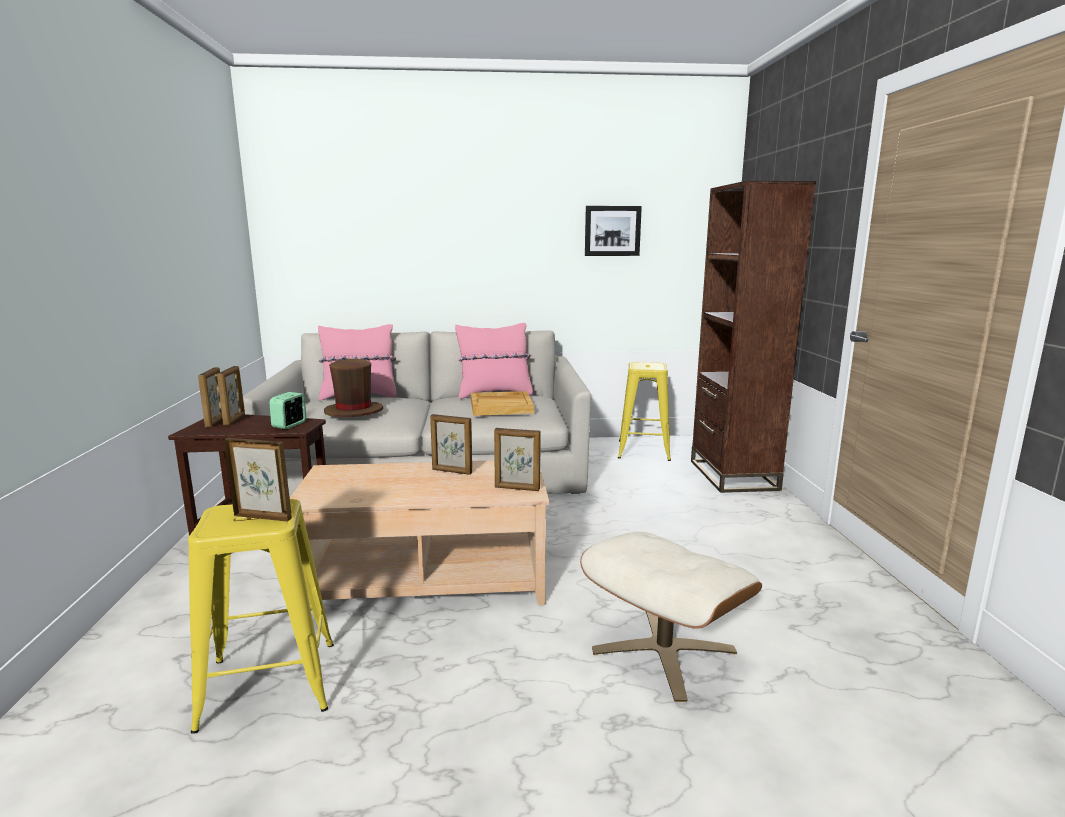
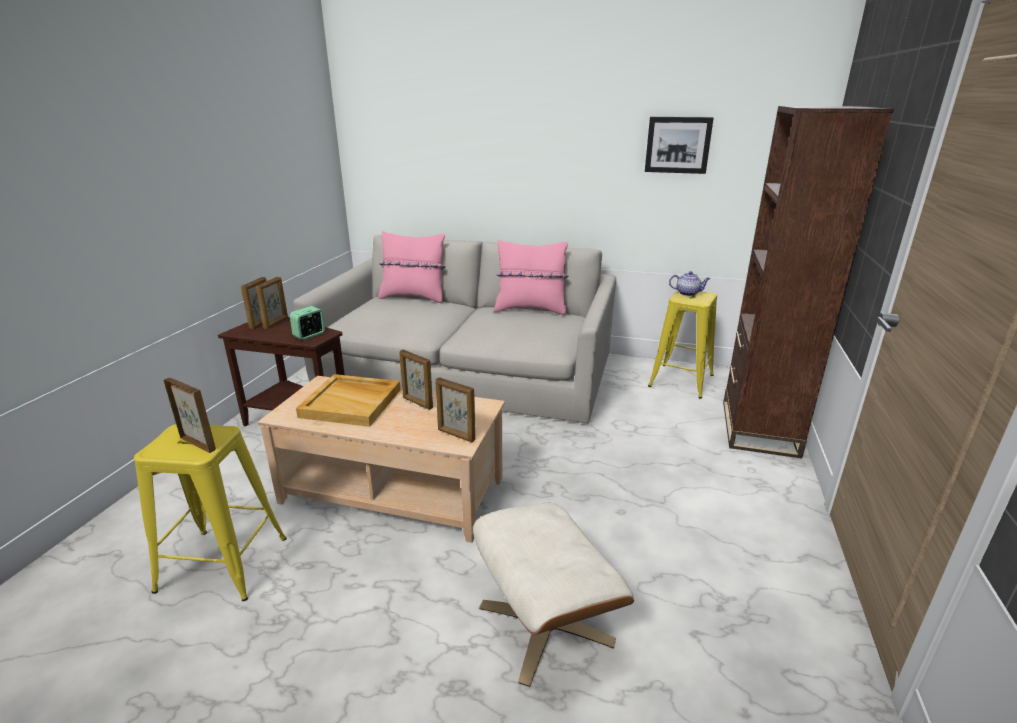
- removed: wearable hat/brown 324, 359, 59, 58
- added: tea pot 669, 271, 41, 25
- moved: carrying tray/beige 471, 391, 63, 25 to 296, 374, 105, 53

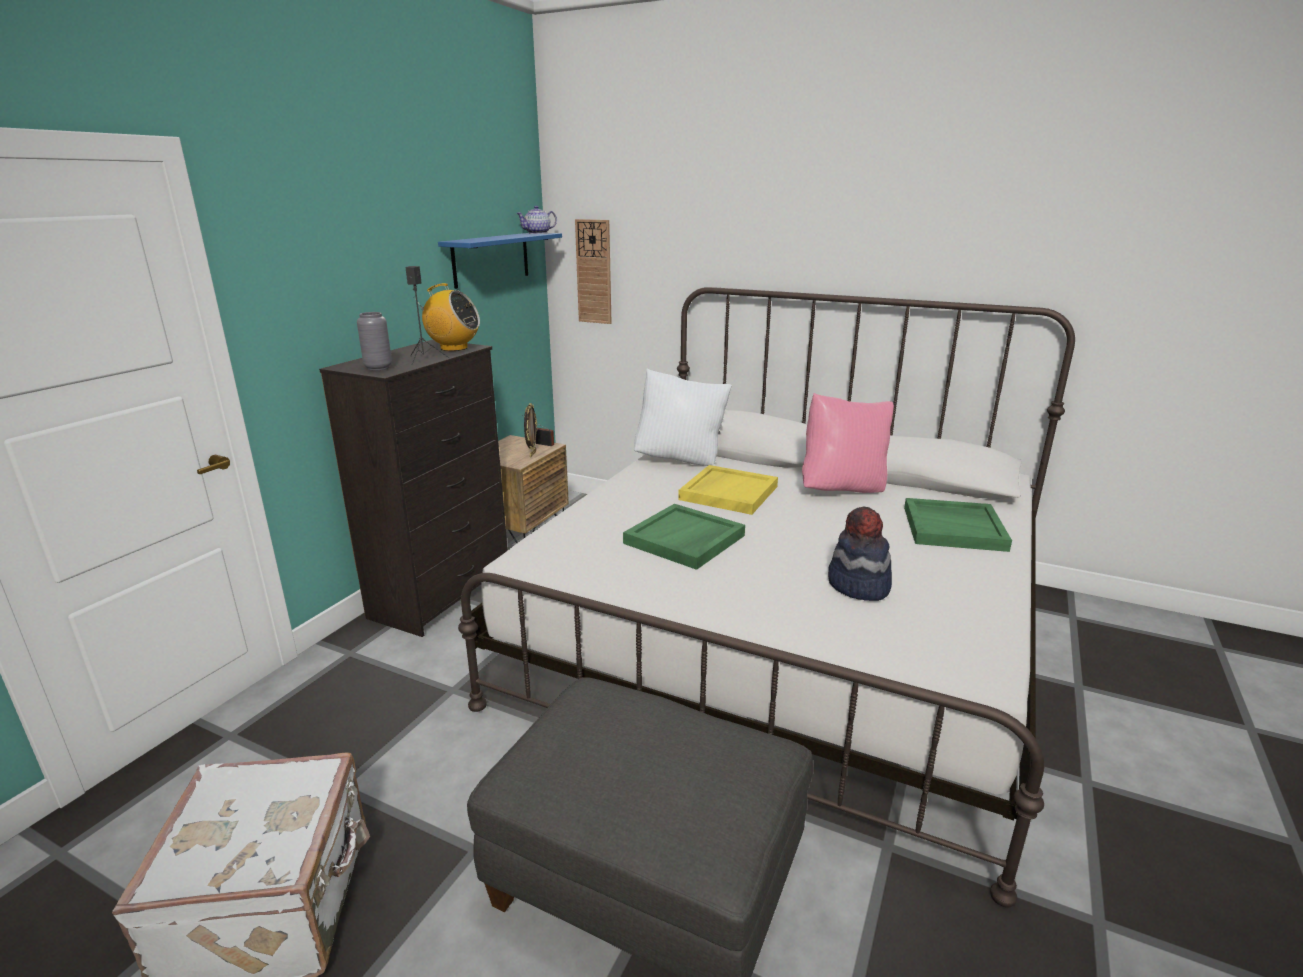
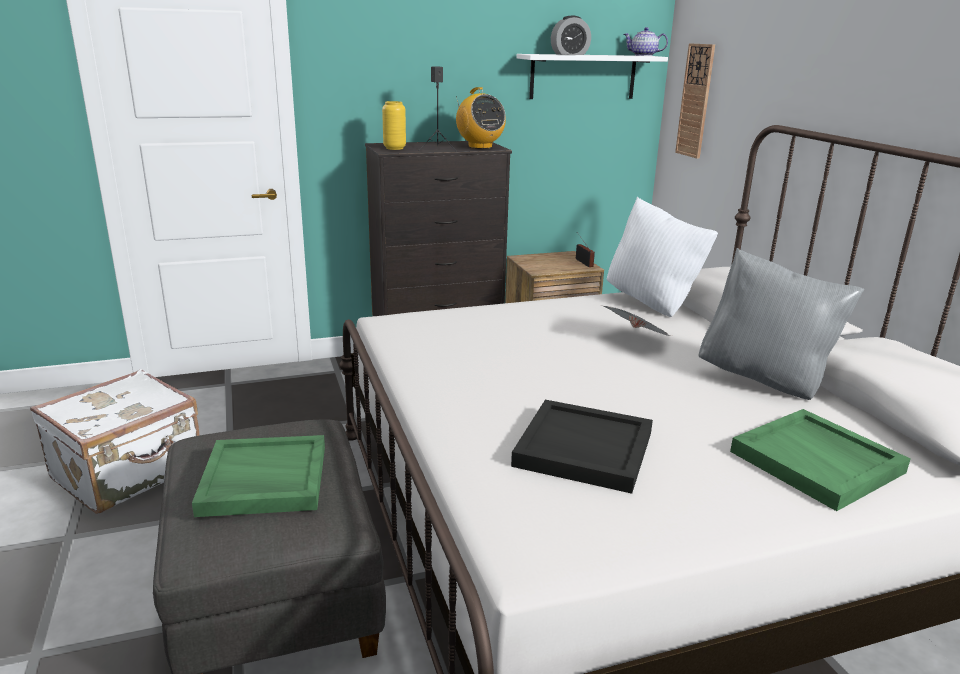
- removed: picture frame 524, 403, 13, 54
- added: alarm clock 551, 16, 40, 39
- moved: carrying tray/greenish 623, 504, 122, 66 to 192, 435, 133, 82
- replaced: carrying tray/yellow 678, 465, 100, 50 to daily paper 603, 306, 69, 30
- replaced: wearable hat 828, 507, 64, 94 to carrying tray/blackish 511, 400, 142, 94
- recoloured: flower vase/grey 357, 312, 35, 58 to flower vase/yellow 382, 101, 24, 49
- recoloured: bracket shelf/bluish 438, 233, 124, 56 to bracket shelf/white 516, 54, 152, 45
- recoloured: pillow/pink-coloured 802, 393, 92, 100 to pillow/grey 698, 248, 166, 152

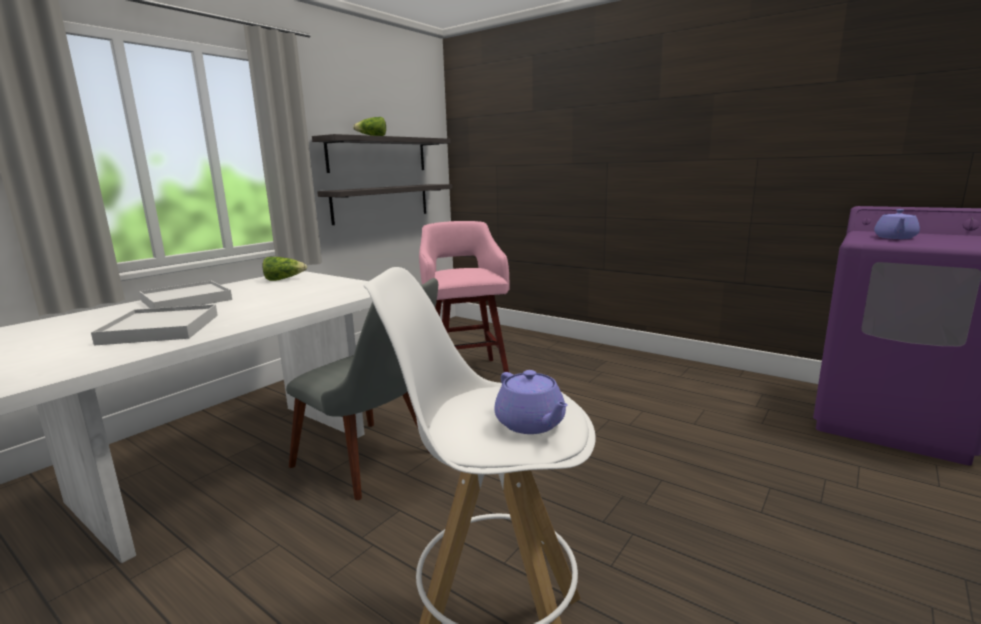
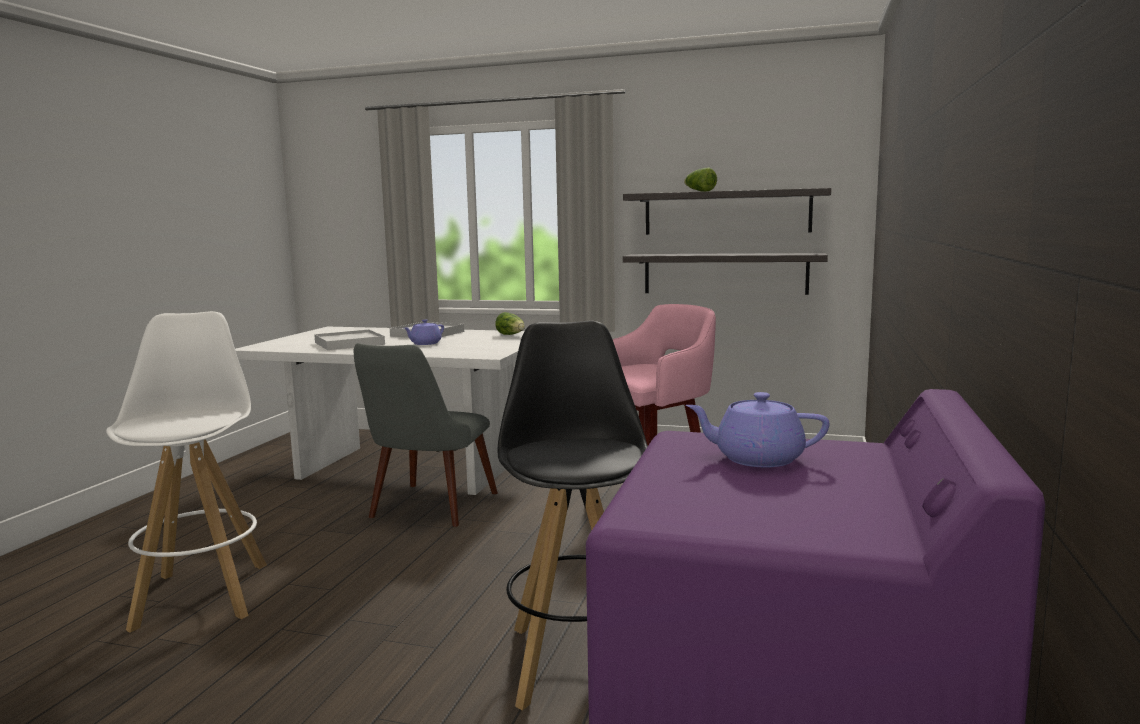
- added: stool/blackish 498, 321, 150, 390
- moved: tea pot/purple-coloured 494, 370, 74, 64 to 404, 319, 40, 26

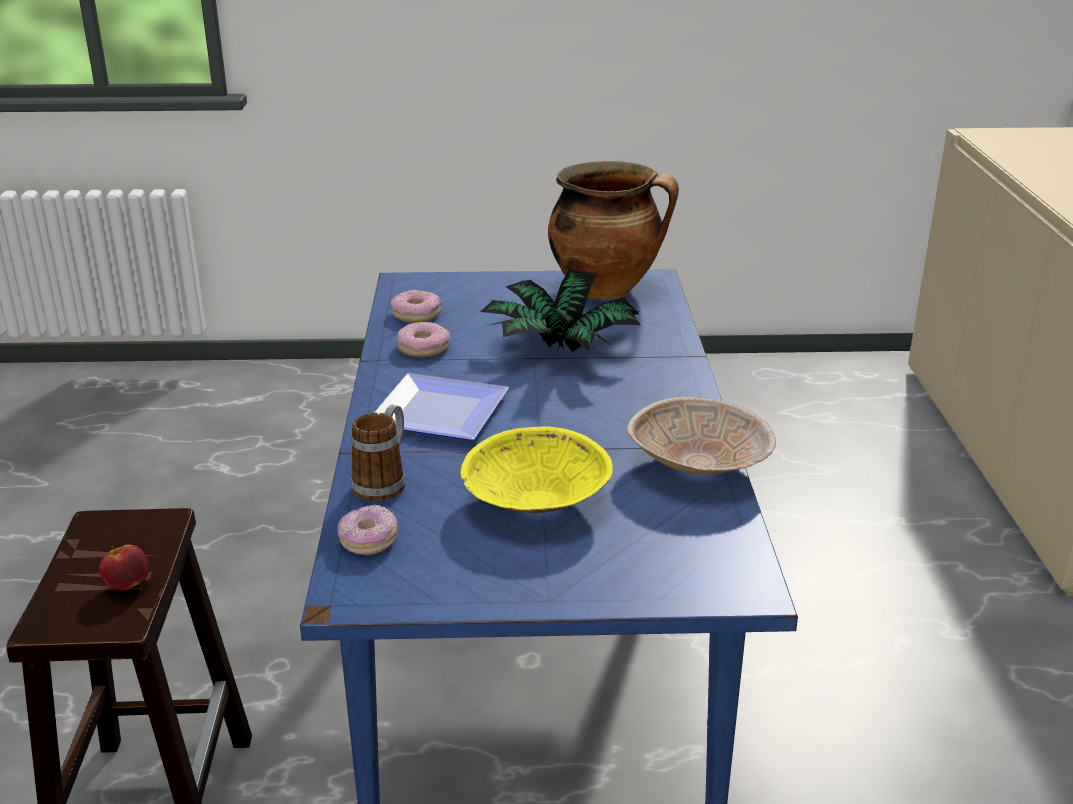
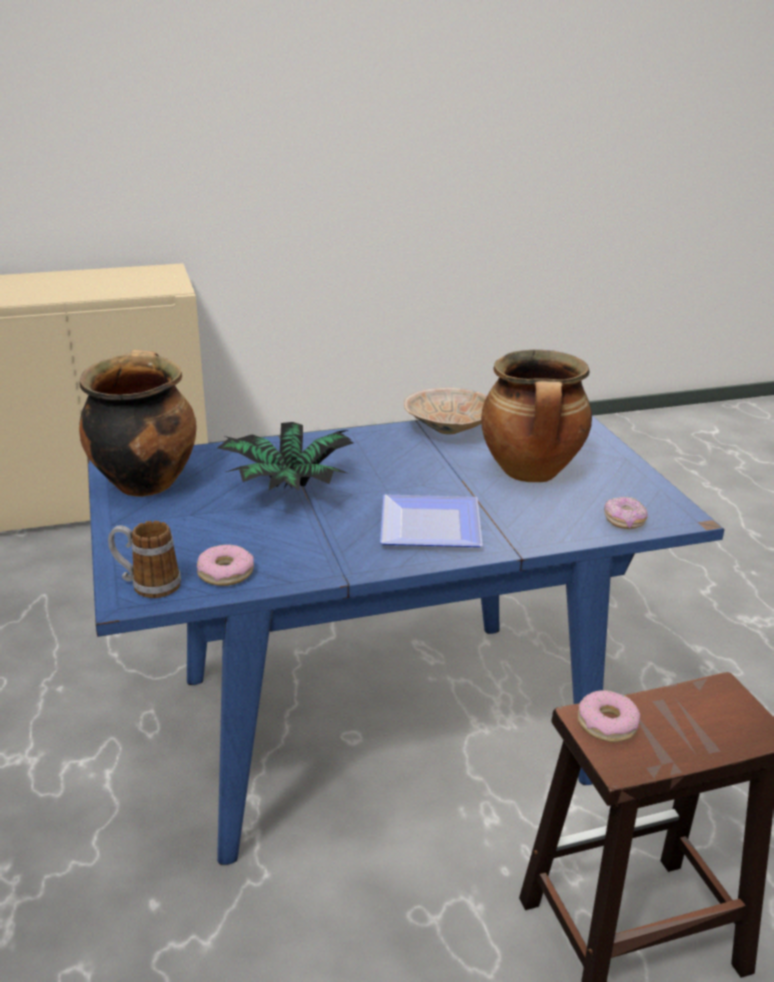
- removed: whole apple 99, 545, 50, 45
- moved: mug 351, 405, 54, 96 to 108, 521, 73, 77
- moved: ring doughnut 397, 322, 53, 35 to 578, 690, 62, 52
- replaced: deep dish/yellow 460, 426, 153, 87 to stockpot 481, 350, 111, 132

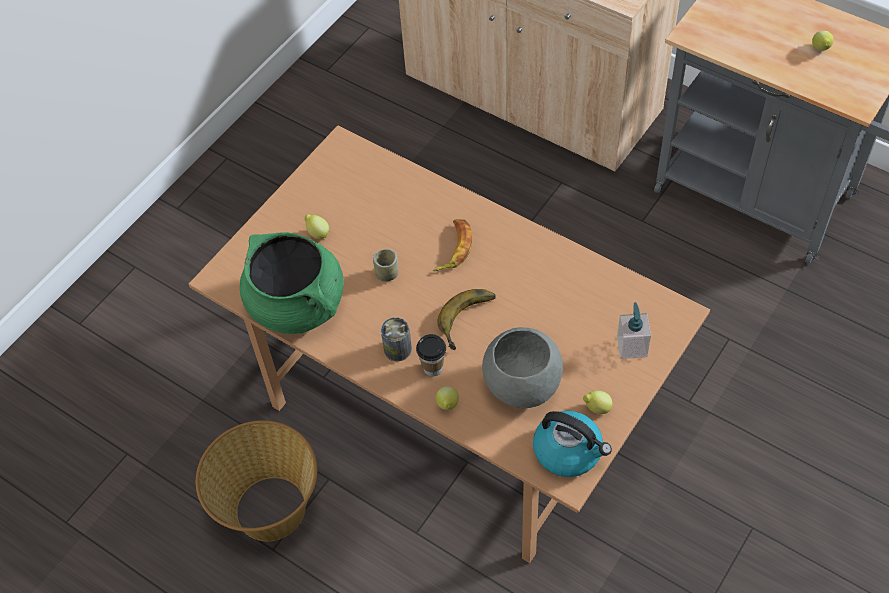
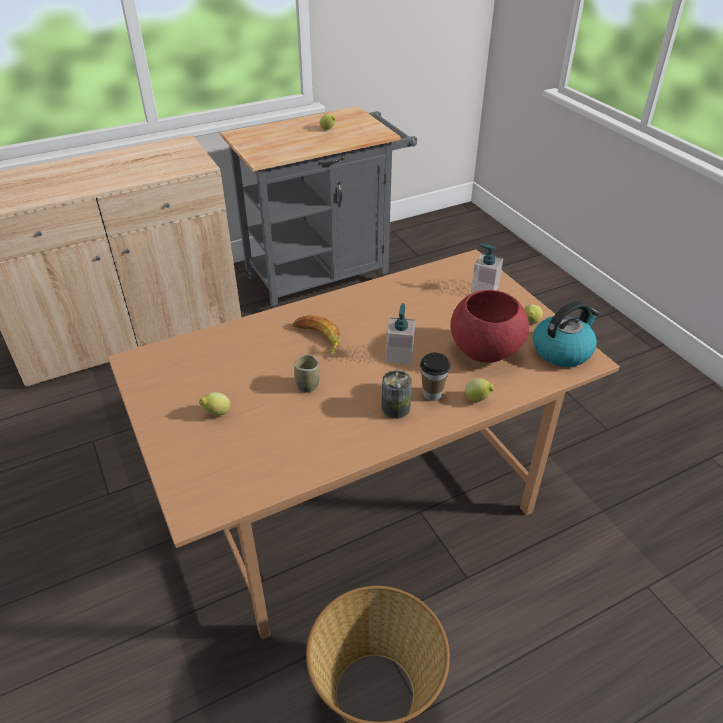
- removed: stockpot/greenish 240, 232, 104, 102
- replaced: banana fruit 437, 289, 59, 61 to soap dispenser 386, 303, 29, 62
- recoloured: deep dish/grey 482, 327, 81, 81 to deep dish/red-coloured 450, 290, 79, 73

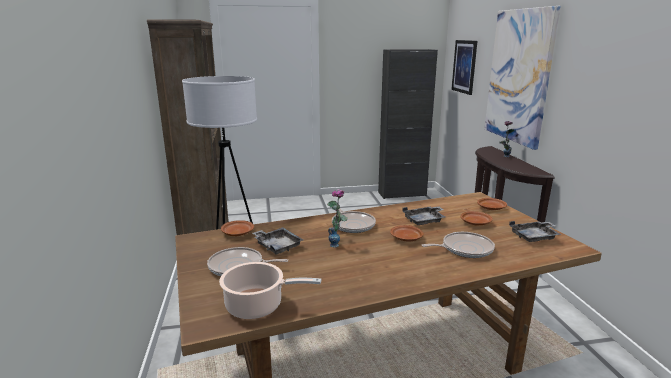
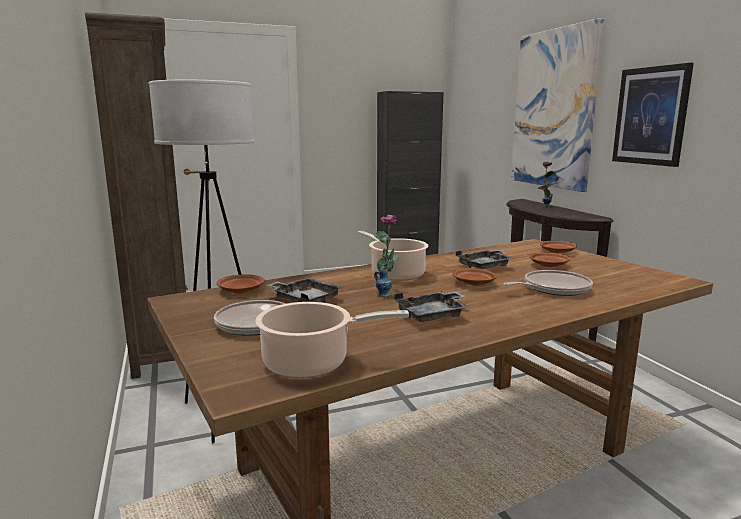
- moved: wall picture 451, 40, 26, 55 to 612, 63, 82, 104
- moved: carrying tray/grey 509, 221, 52, 21 to 394, 291, 75, 31
- replaced: frying pan 332, 208, 44, 25 to stockpot 357, 231, 71, 50

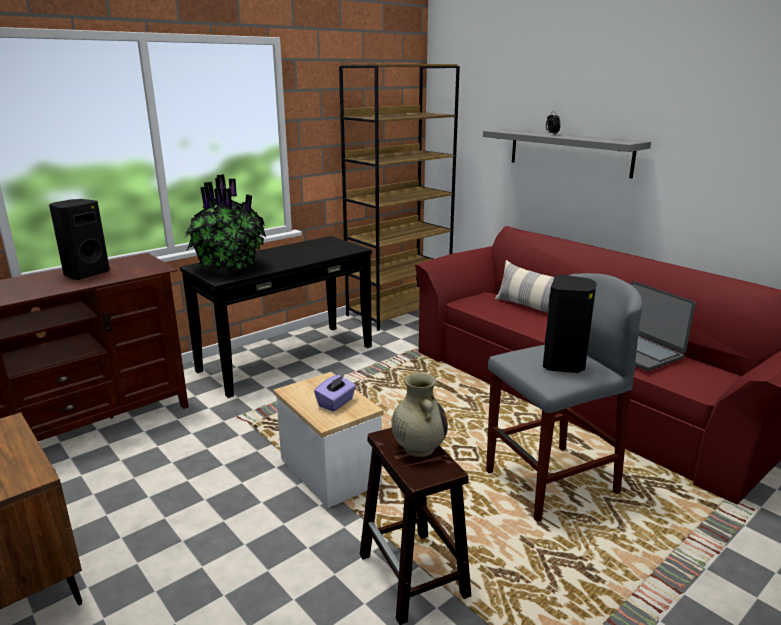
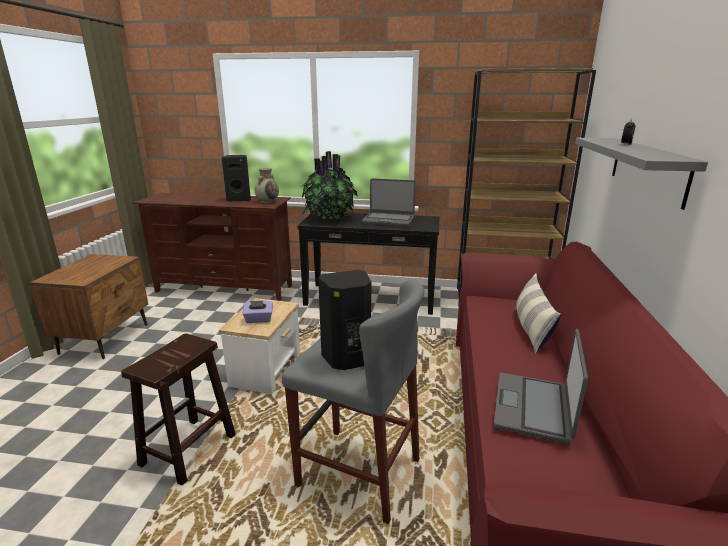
- added: notebook computer 362, 178, 54, 49
- moved: flower vase/beige 391, 373, 57, 84 to 255, 168, 24, 35

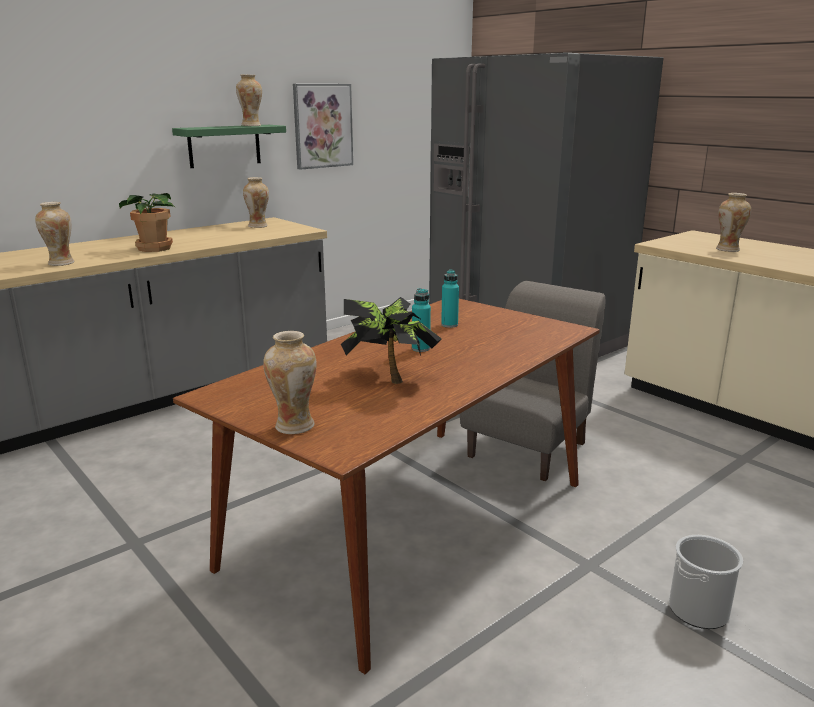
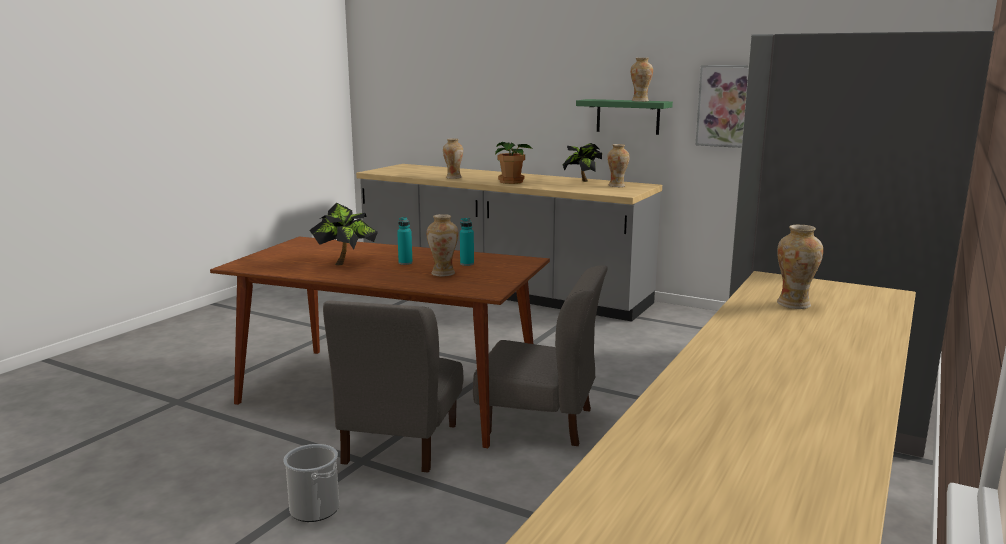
- added: plain chair/grey 323, 300, 141, 173
- added: houseplant 563, 143, 39, 39
- moved: flower vase 263, 331, 53, 103 to 427, 214, 31, 62

